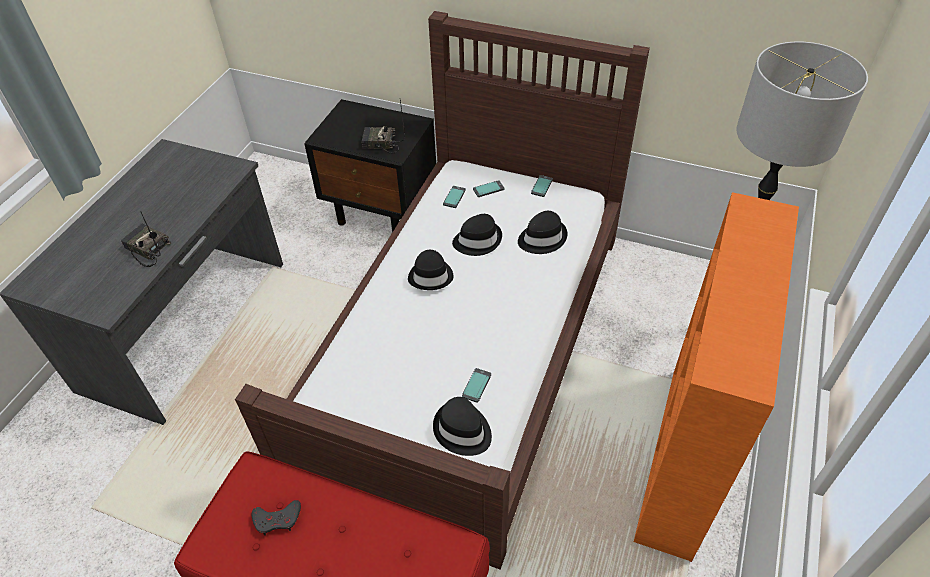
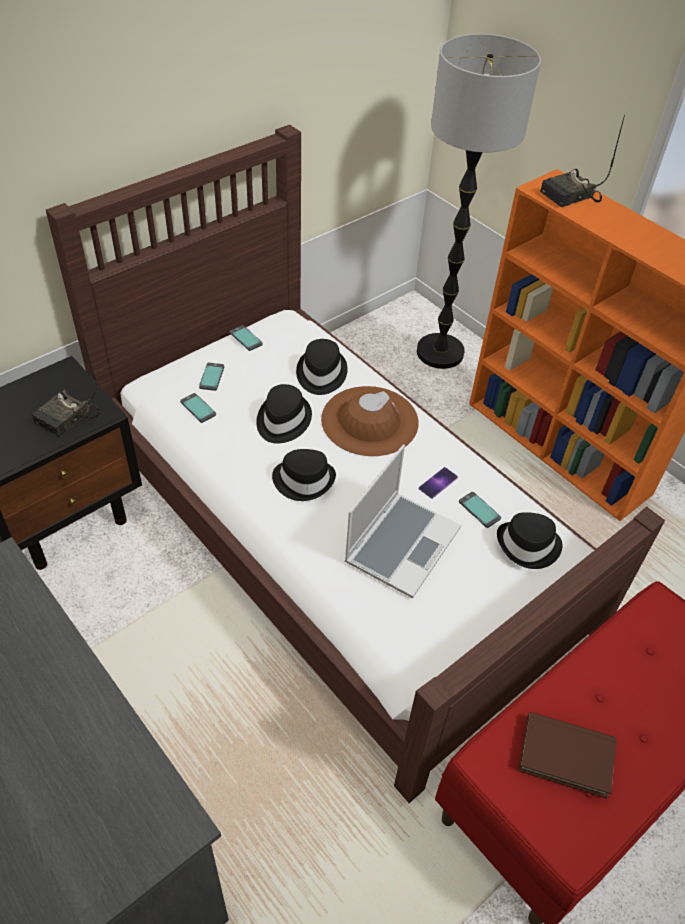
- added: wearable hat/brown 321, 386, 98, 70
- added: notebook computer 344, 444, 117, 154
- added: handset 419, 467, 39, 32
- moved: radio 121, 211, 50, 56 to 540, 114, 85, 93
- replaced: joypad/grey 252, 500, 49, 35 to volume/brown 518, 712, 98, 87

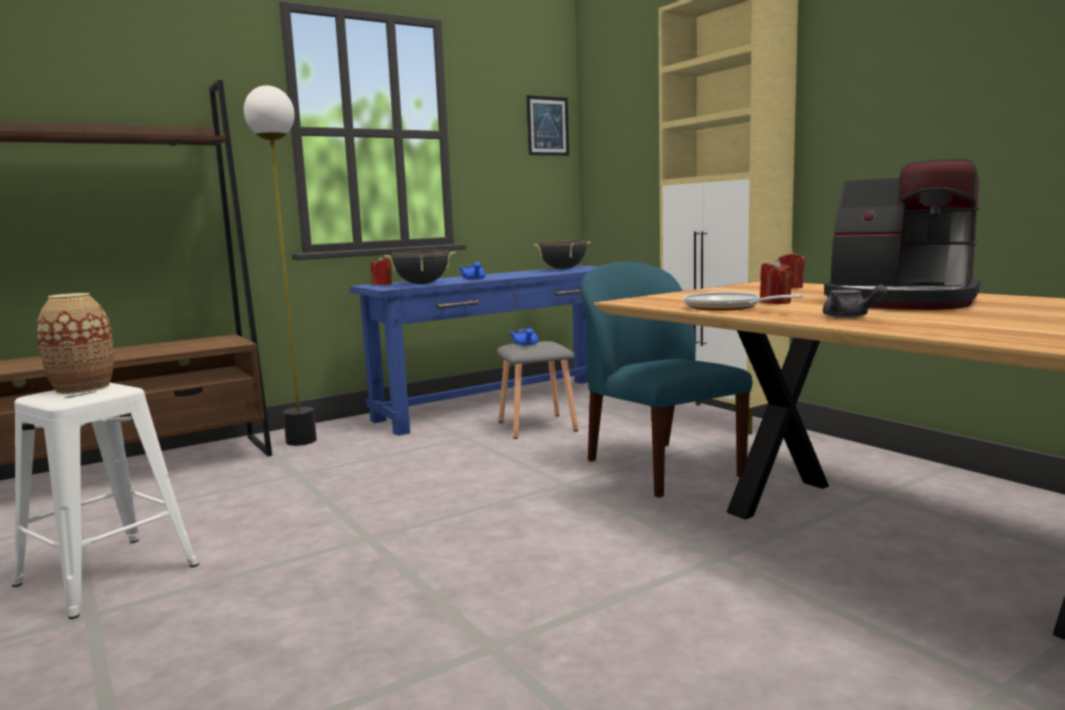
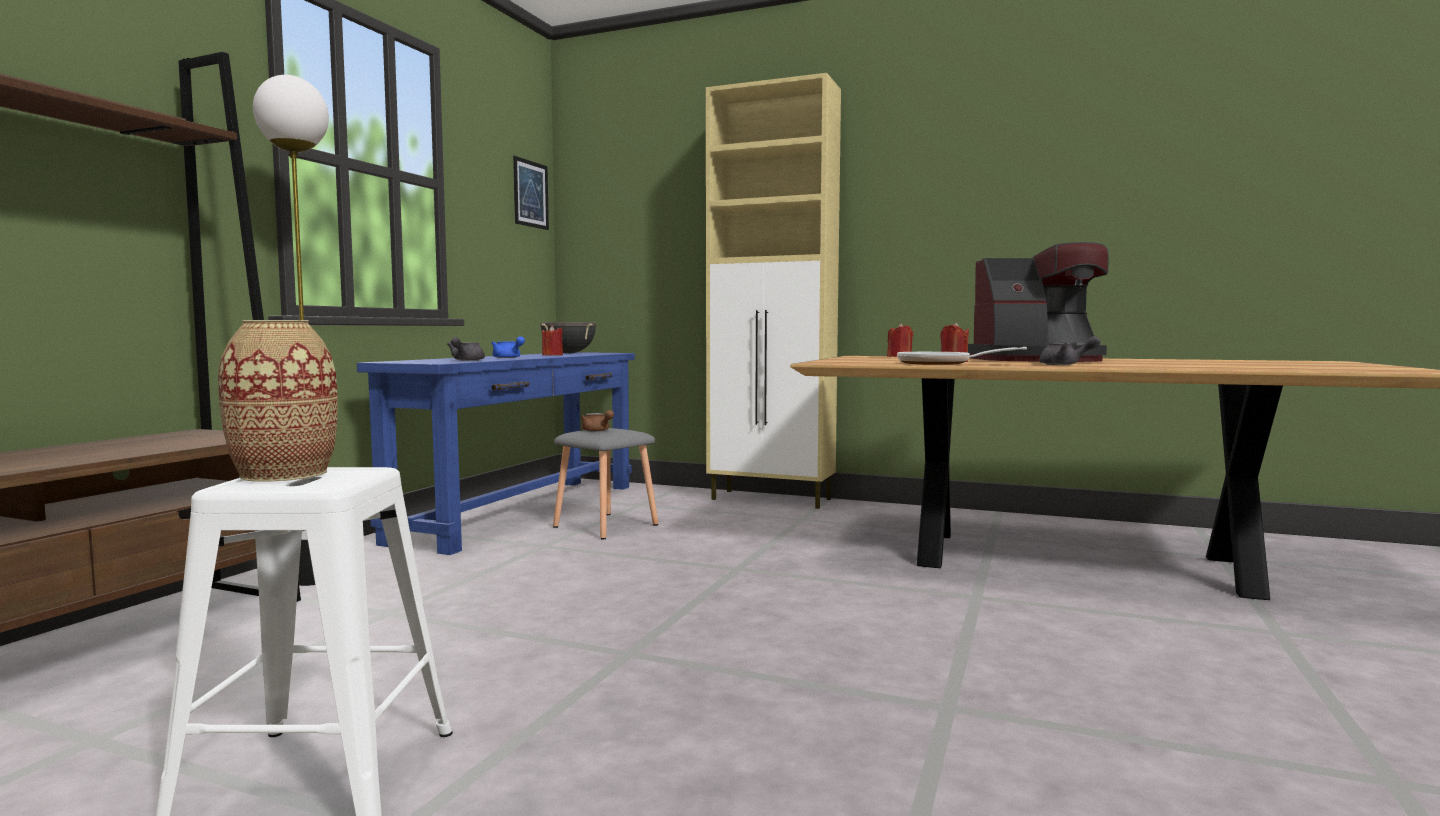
- removed: plain chair/bluish 580, 262, 172, 236
- moved: wax candle/red-coloured 371, 257, 21, 28 to 542, 326, 21, 30
- replaced: stockpot/blackish 384, 250, 72, 34 to tea pot/grey 447, 337, 38, 24
- recoloured: tea pot/bluish 509, 328, 29, 17 to tea pot/brown 580, 410, 34, 21

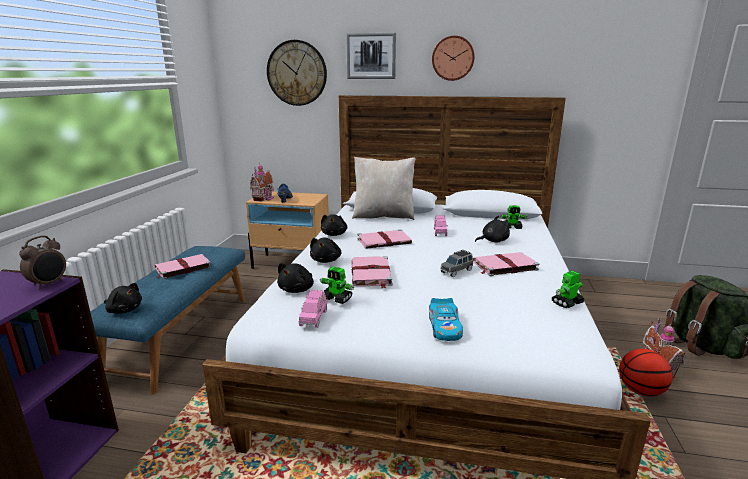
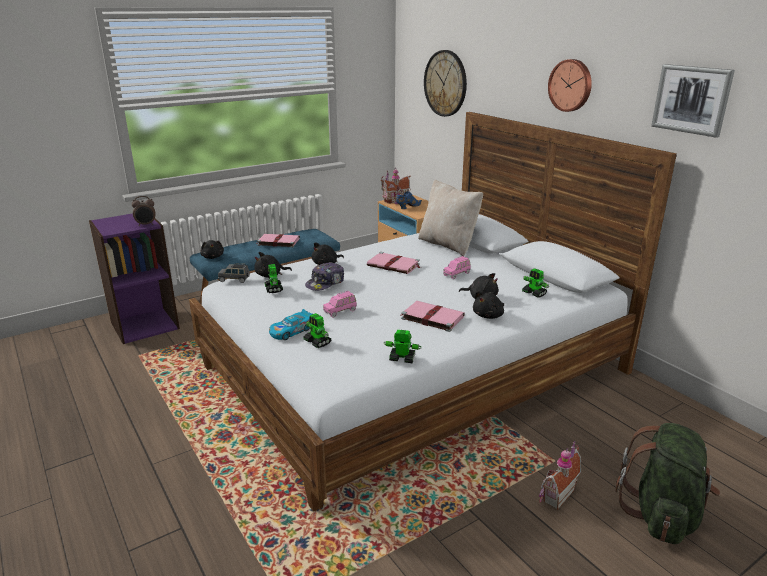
- removed: basketball 619, 349, 54, 48
- added: robot figure 303, 313, 29, 35
- moved: miniature car/pink-coloured 299, 290, 28, 38 to 323, 291, 34, 27
- moved: plush toy/blackish 321, 214, 26, 22 to 473, 291, 31, 28
- moved: wall picture 346, 33, 50, 46 to 651, 64, 84, 74
- moved: miniature car/grey 440, 250, 33, 27 to 218, 263, 32, 20
- replaced: volume/pink-coloured 352, 256, 41, 33 to cap 305, 262, 39, 29

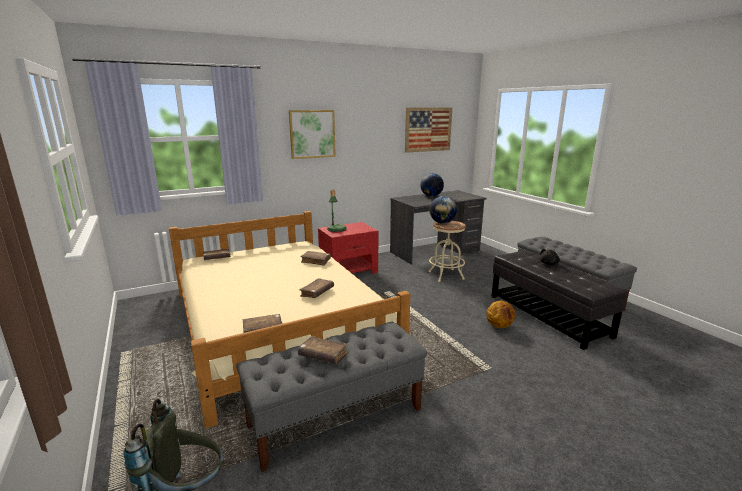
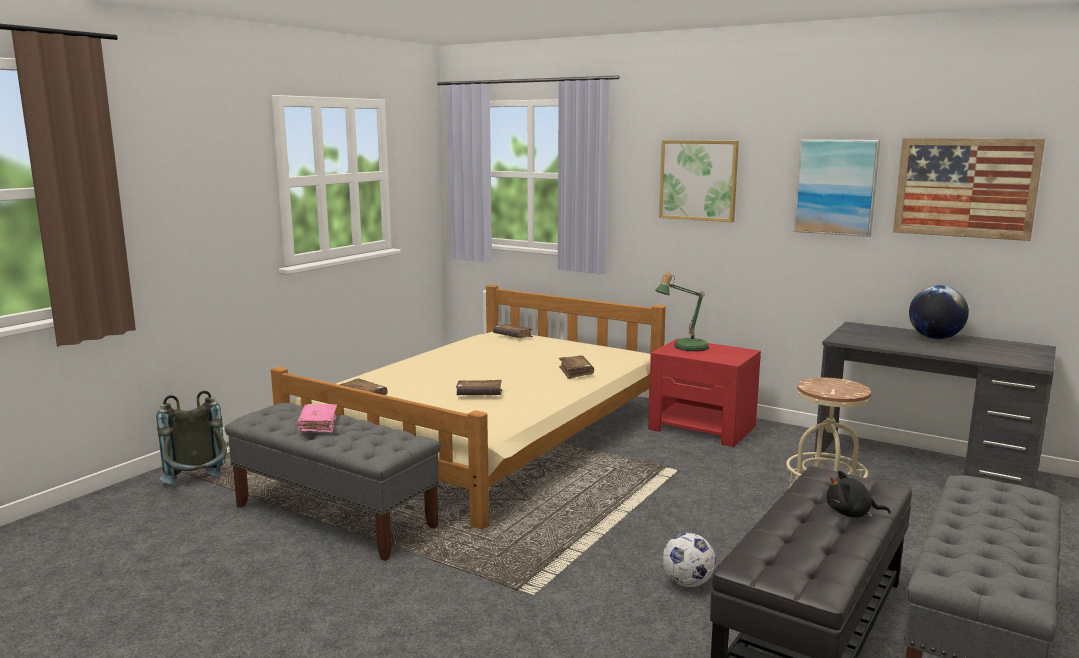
- removed: desk globe 429, 196, 28, 28
- added: wall picture 794, 139, 86, 98
- replaced: basketball 486, 301, 29, 27 to ball for football 662, 533, 54, 54
- recoloured: volume/brown 298, 336, 51, 28 to volume/pink-coloured 296, 404, 41, 29

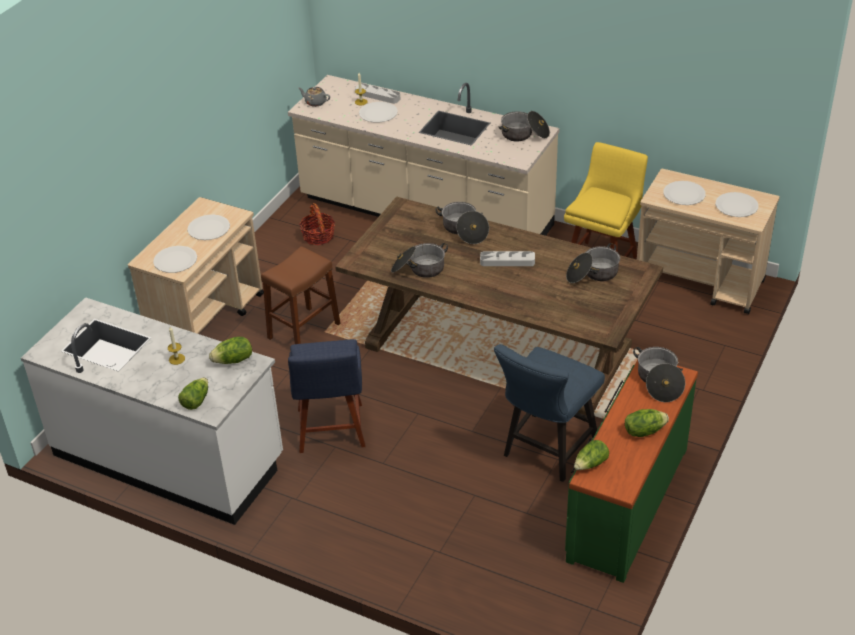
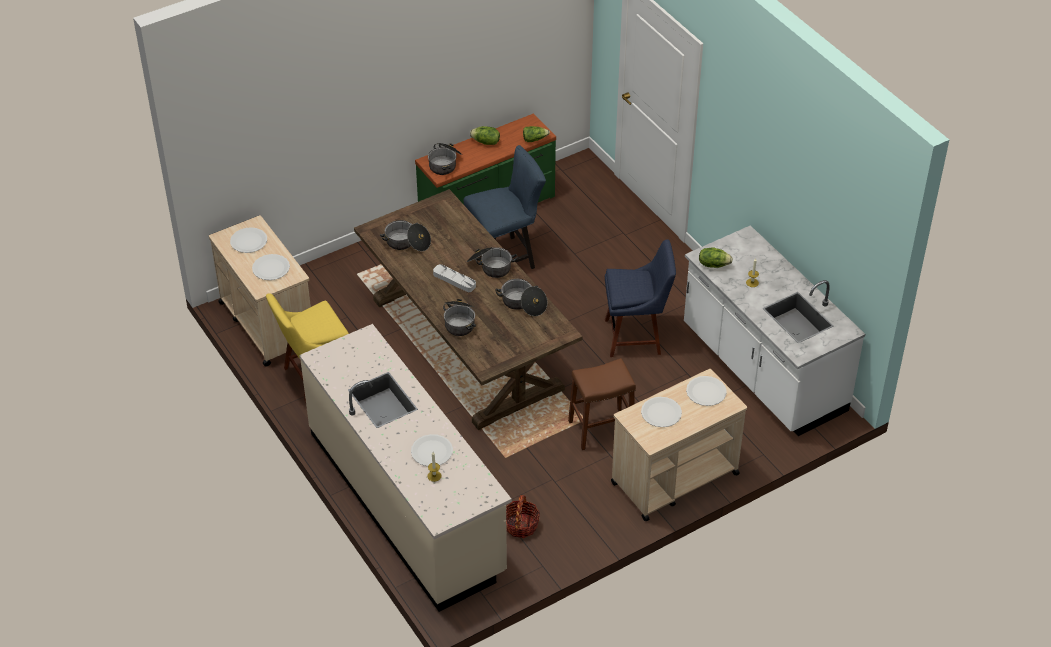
- removed: lettuce 178, 377, 30, 33
- removed: tea pot/grey 298, 87, 32, 20
- removed: carrying tray/grey 355, 83, 45, 21
- moved: stockpot 499, 111, 51, 31 to 467, 247, 51, 31
- turned: plain chair/bluish 288, 339, 78, 114 = 605, 239, 71, 118 60 degrees clockwise

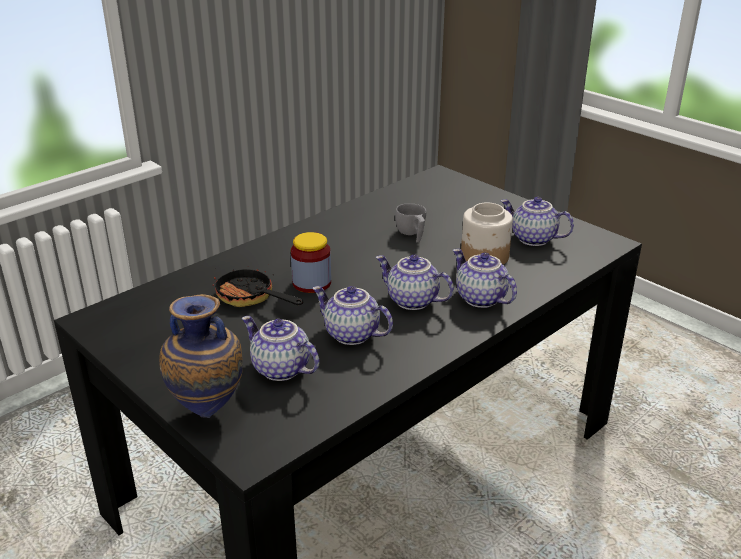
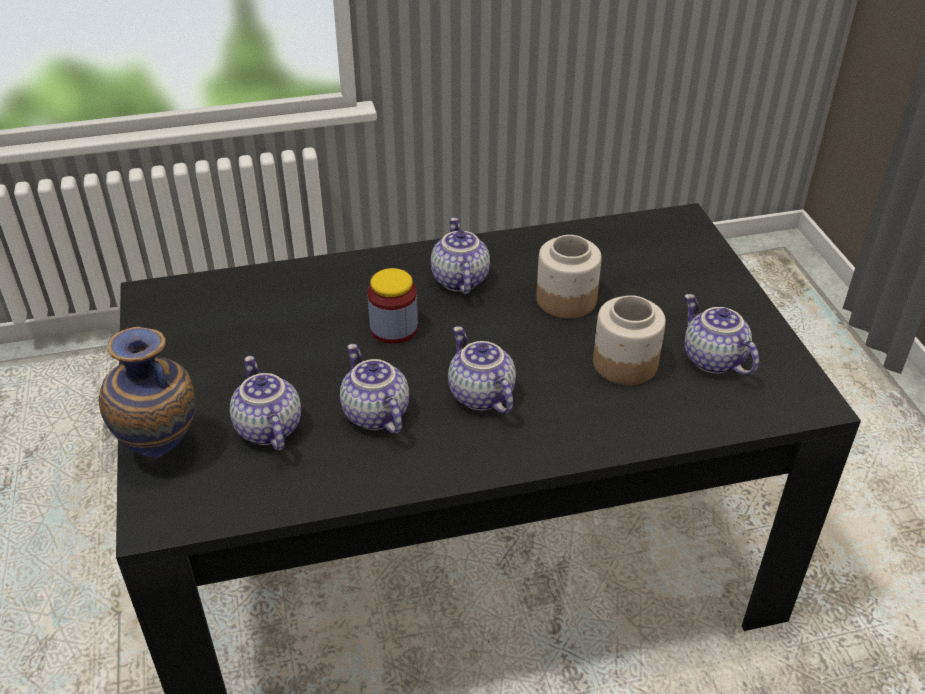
- removed: frying pan 212, 266, 91, 41
- moved: tea pot 453, 249, 64, 59 to 431, 217, 59, 77
- replaced: drinking cup/grey 395, 203, 31, 40 to preserve jar 536, 235, 65, 83

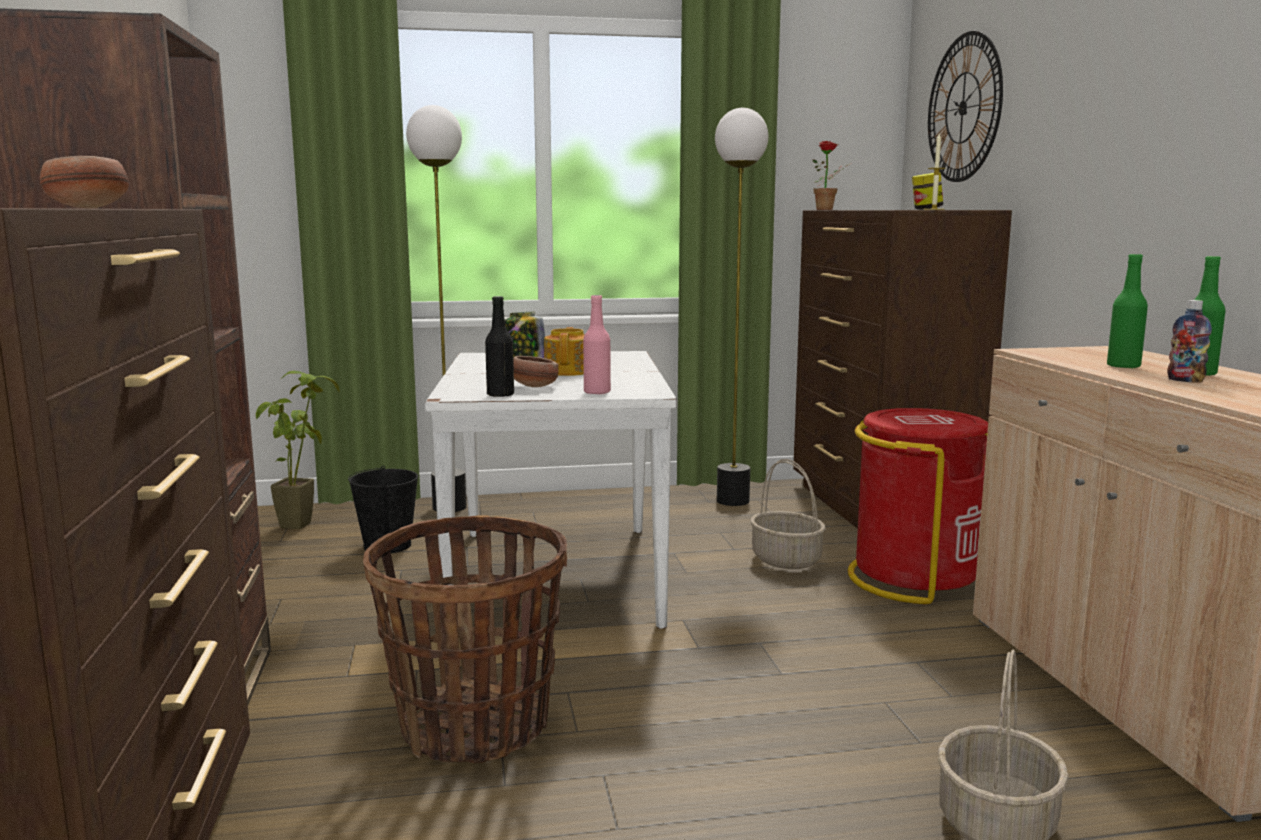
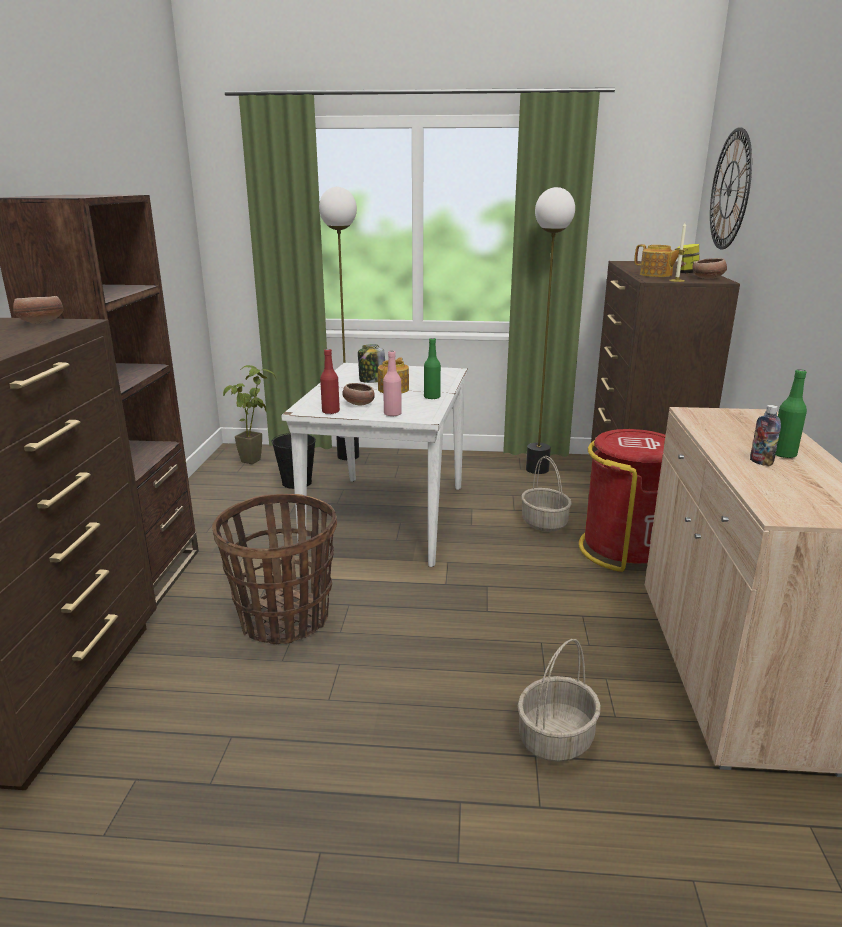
- removed: houseplant 813, 141, 38, 69
- added: tea pot 634, 244, 51, 33
- added: deep dish 692, 258, 35, 21
- moved: beverage bottle/greenish 1107, 254, 41, 115 to 424, 338, 17, 61
- recoloured: beverage bottle/blackish 485, 296, 29, 101 to beverage bottle/red-coloured 320, 349, 20, 65

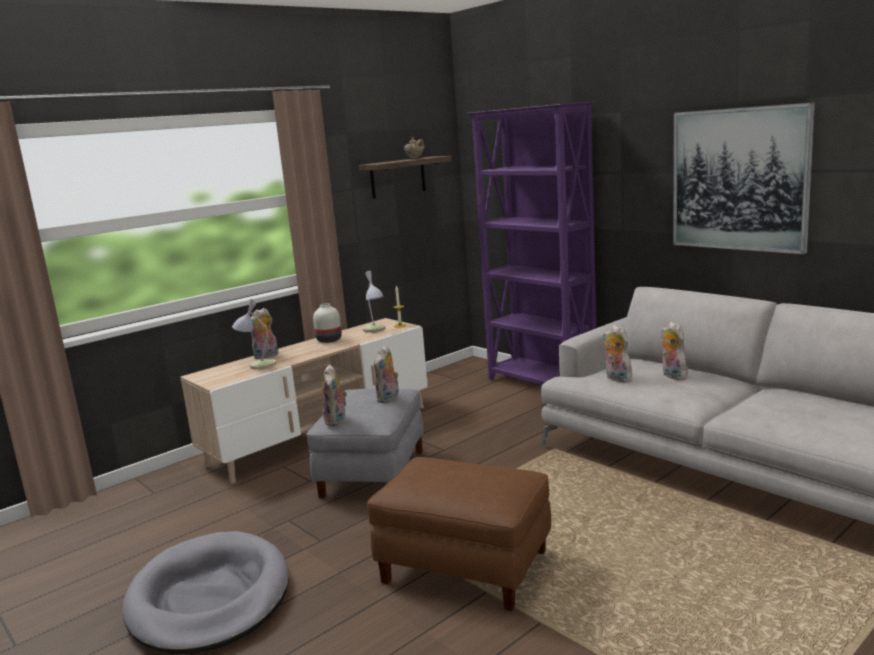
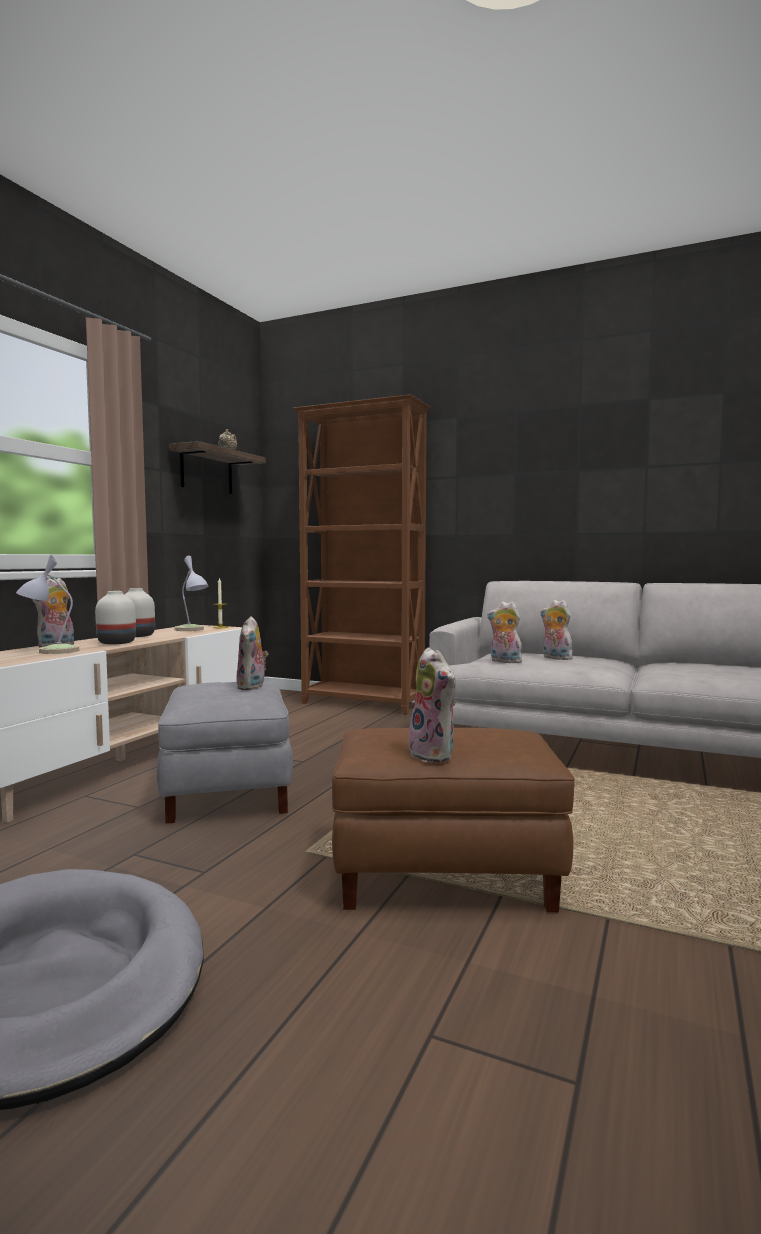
- removed: wall picture 673, 102, 142, 152
- added: flower vase/white 95, 591, 41, 54
- moved: plush toy 322, 365, 25, 61 to 406, 647, 50, 115
- recoloured: shelving unit/purple-coloured 466, 102, 130, 283 to shelving unit/brown 293, 394, 138, 321

